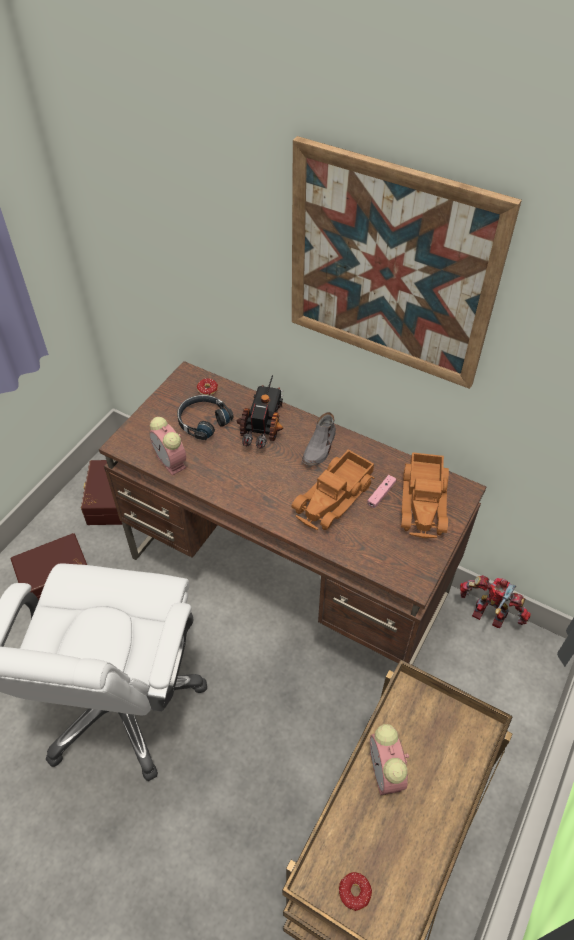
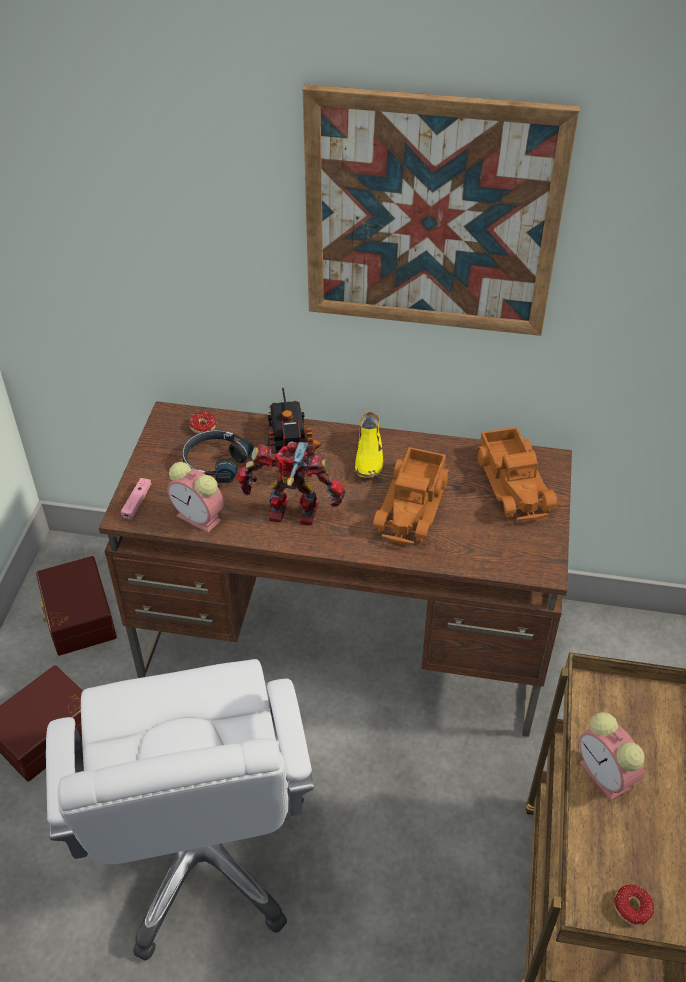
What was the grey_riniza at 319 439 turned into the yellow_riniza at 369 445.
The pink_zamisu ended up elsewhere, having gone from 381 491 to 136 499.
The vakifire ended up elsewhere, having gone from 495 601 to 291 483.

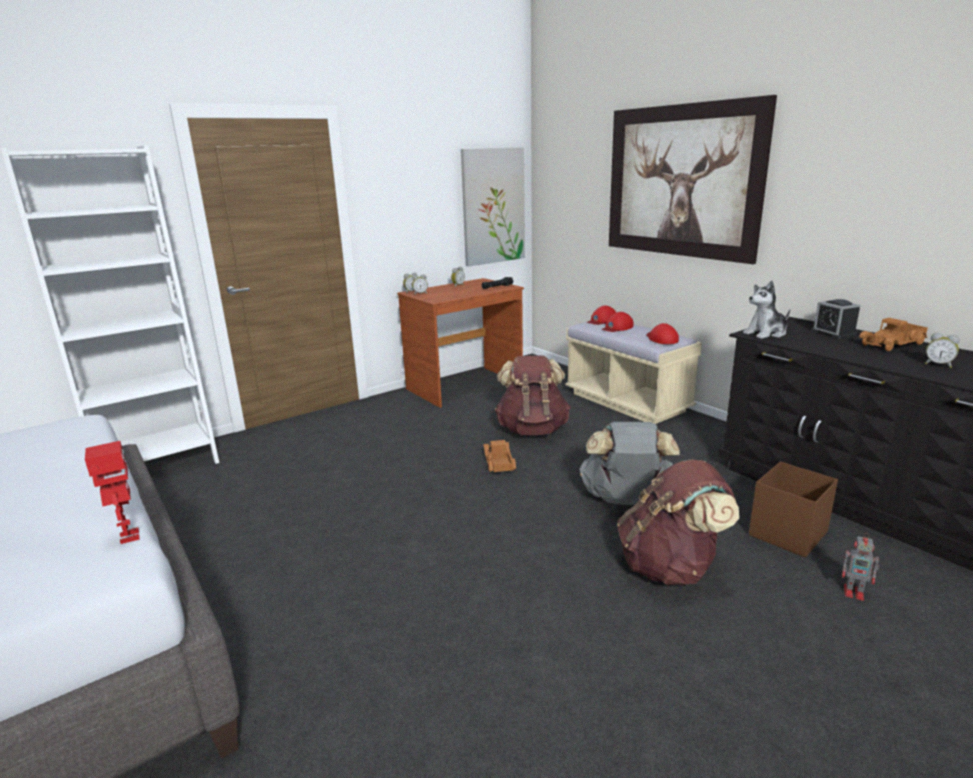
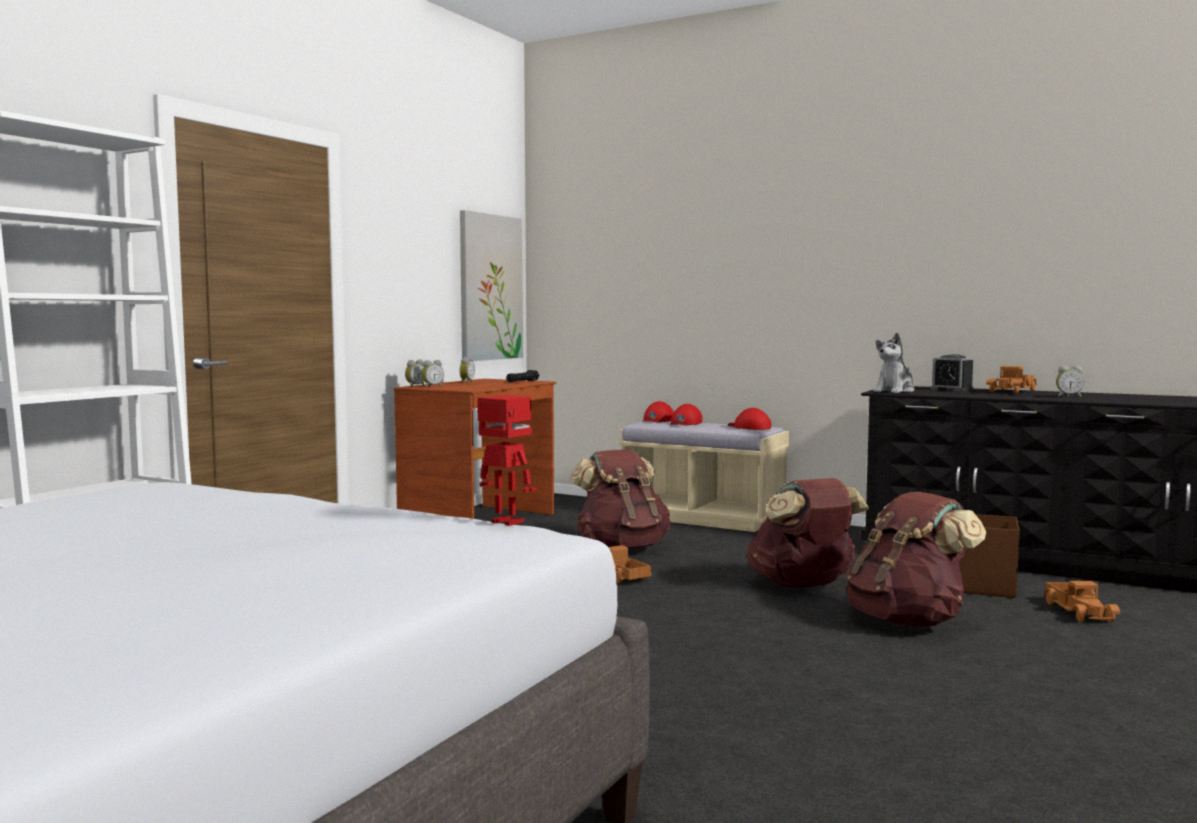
The second view lost the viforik at 693 179.
What was the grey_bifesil at 629 463 turned into the brown_bifesil at 808 533.
Where the vakifire stood at 860 567, the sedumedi came to stand at 1081 601.

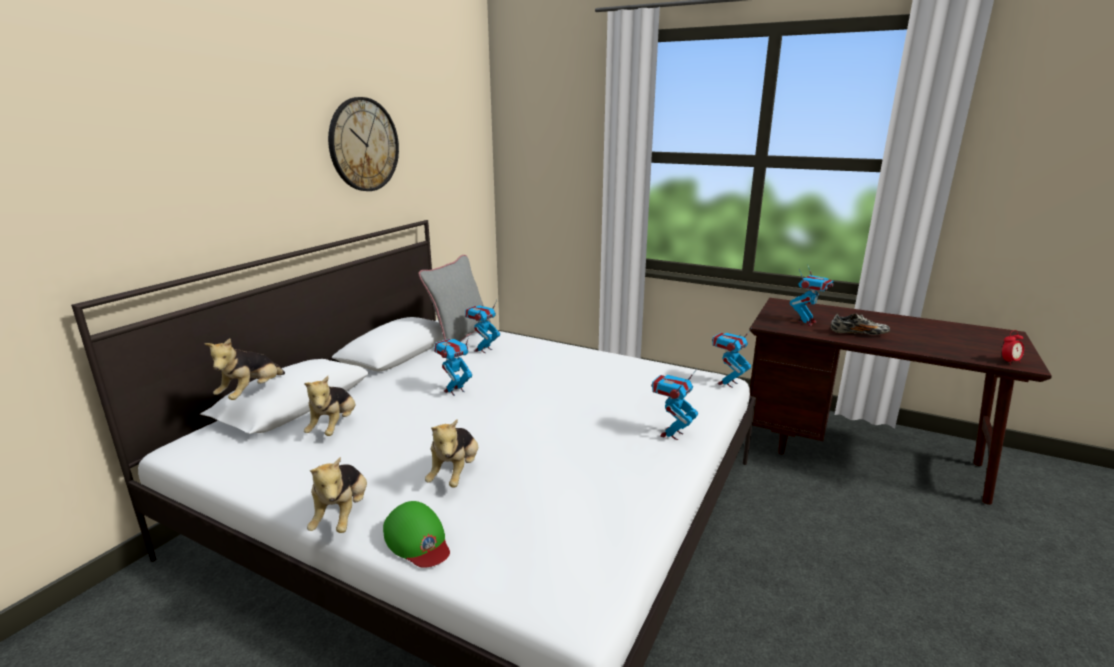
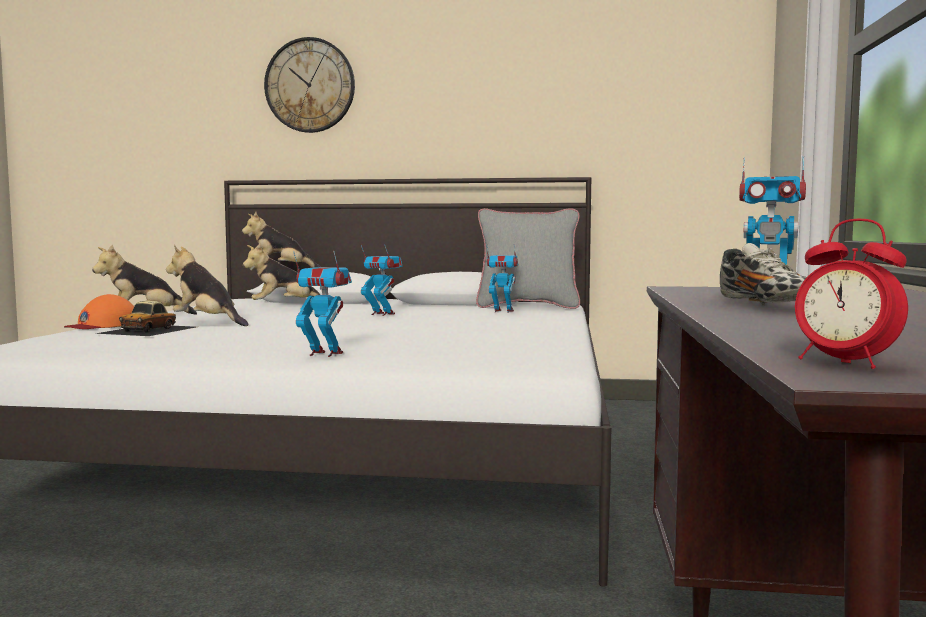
The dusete ended up elsewhere, having gone from 363 144 to 309 85.
The second view lost the vakifire at 732 358.
The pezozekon at 451 453 ended up facing another way, 45 degrees clockwise from before.
What was the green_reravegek at 416 534 turned into the orange_reravegek at 99 311.
The second view gained the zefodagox at 145 318.

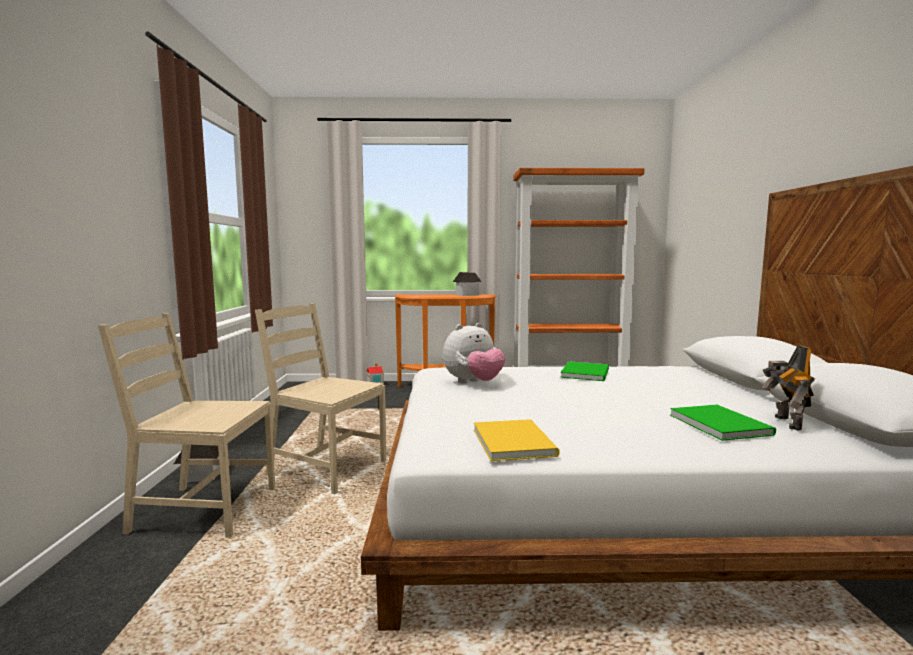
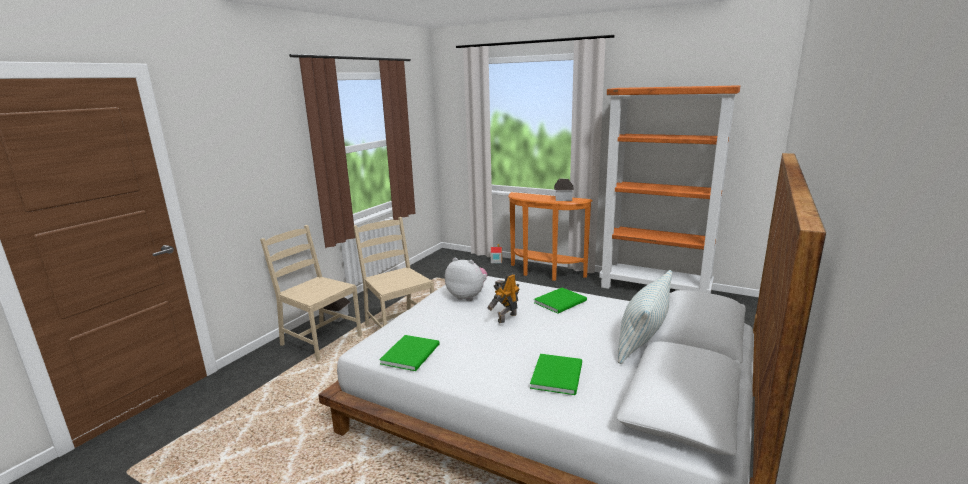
The pezozekon at 474 353 ended up facing another way, 150 degrees counterclockwise from before.
The vakifire ended up elsewhere, having gone from 788 388 to 504 298.
What was the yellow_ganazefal at 516 440 turned into the green_ganazefal at 409 353.
The second view gained the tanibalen at 645 317.

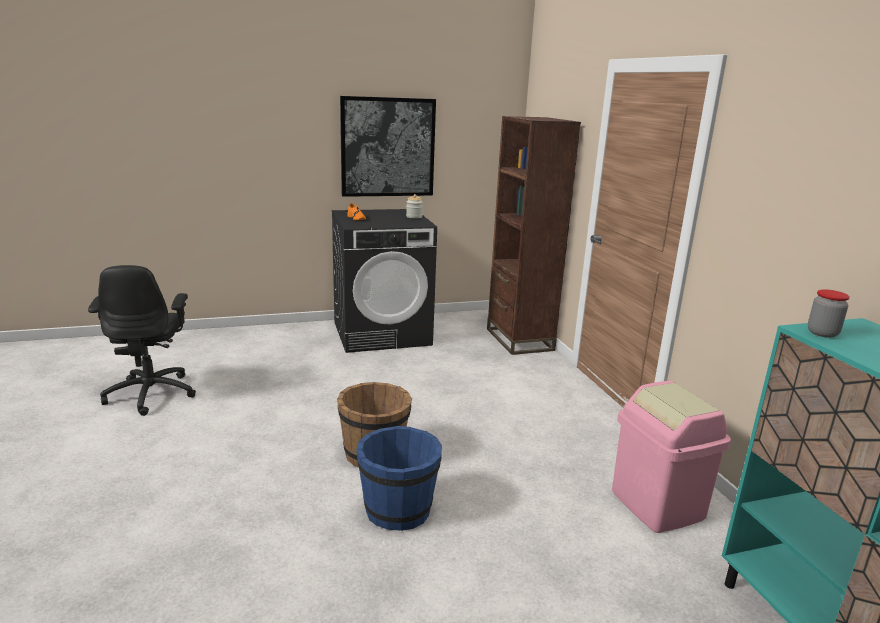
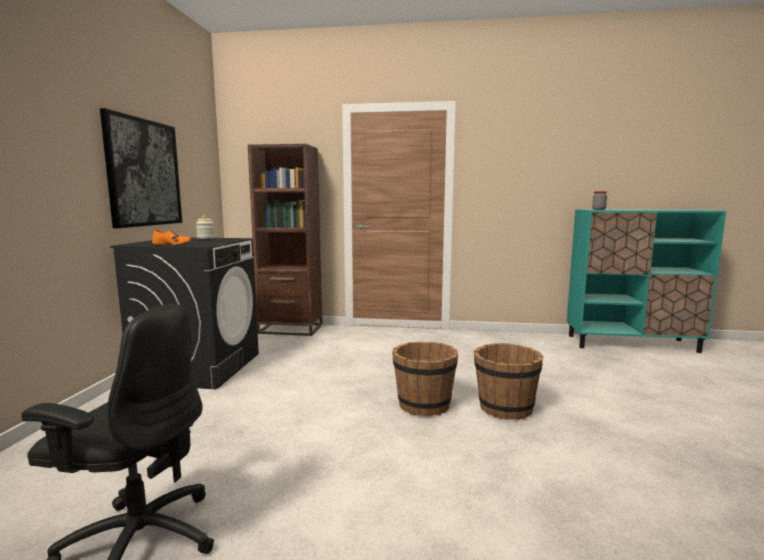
The second view lost the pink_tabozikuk at 671 457.
What was the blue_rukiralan at 399 478 turned into the brown_rukiralan at 508 381.

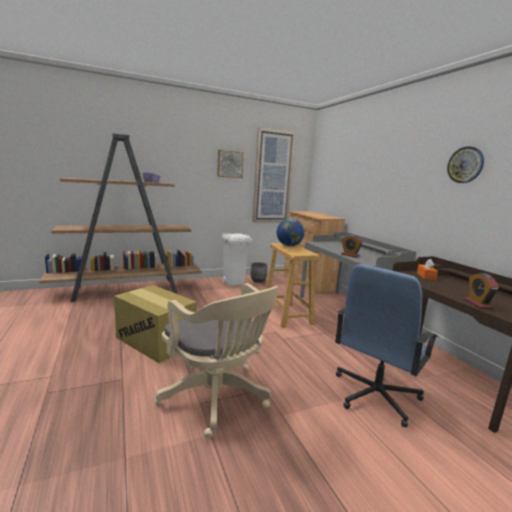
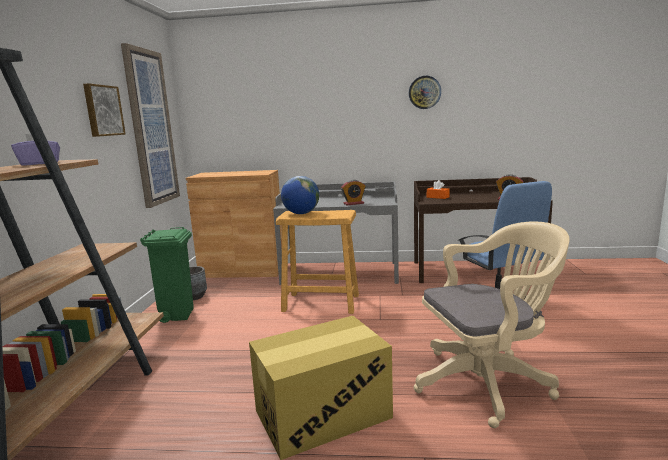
What was the white_tabozikuk at 236 259 turned into the green_tabozikuk at 167 275.

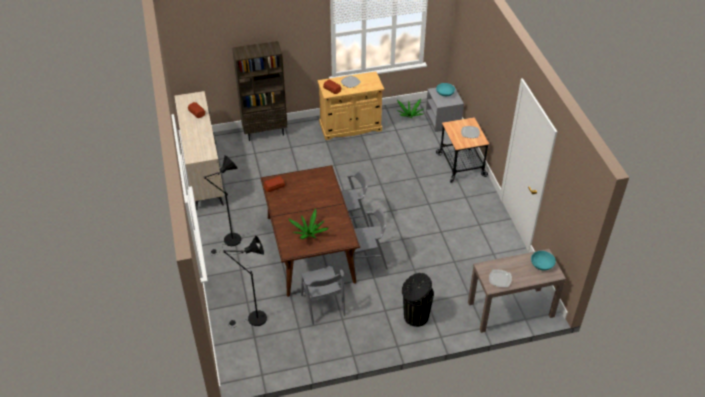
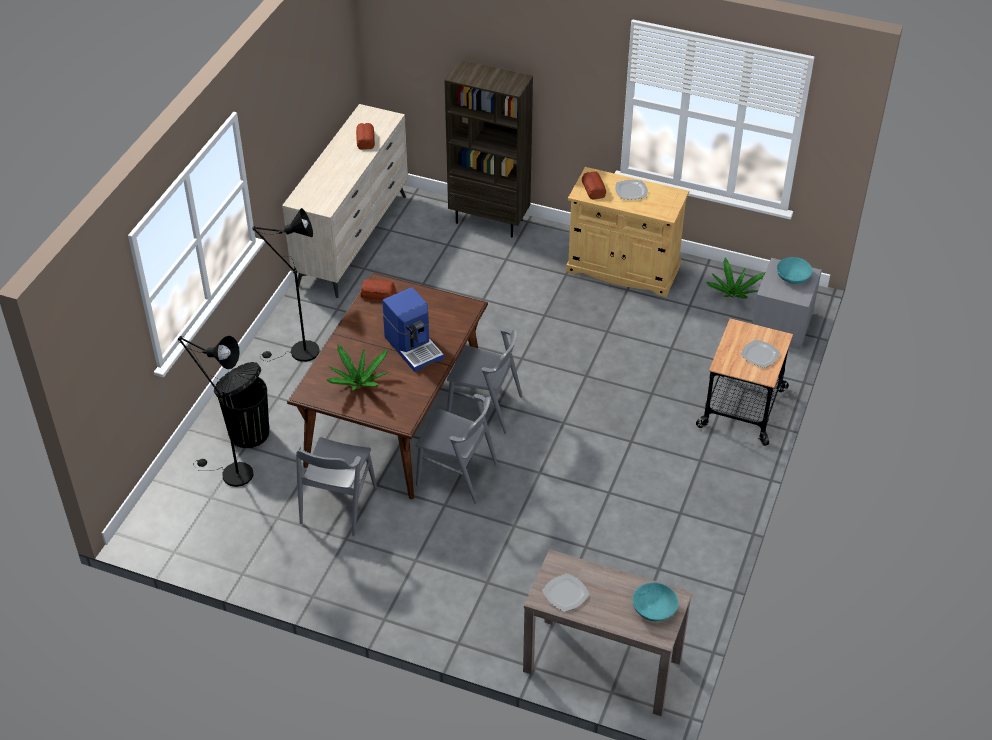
The black_tabozikuk ended up elsewhere, having gone from 418 300 to 241 405.
The second view gained the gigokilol at 413 329.

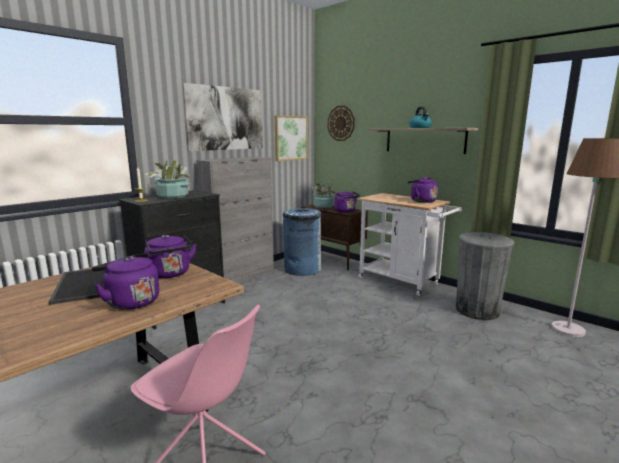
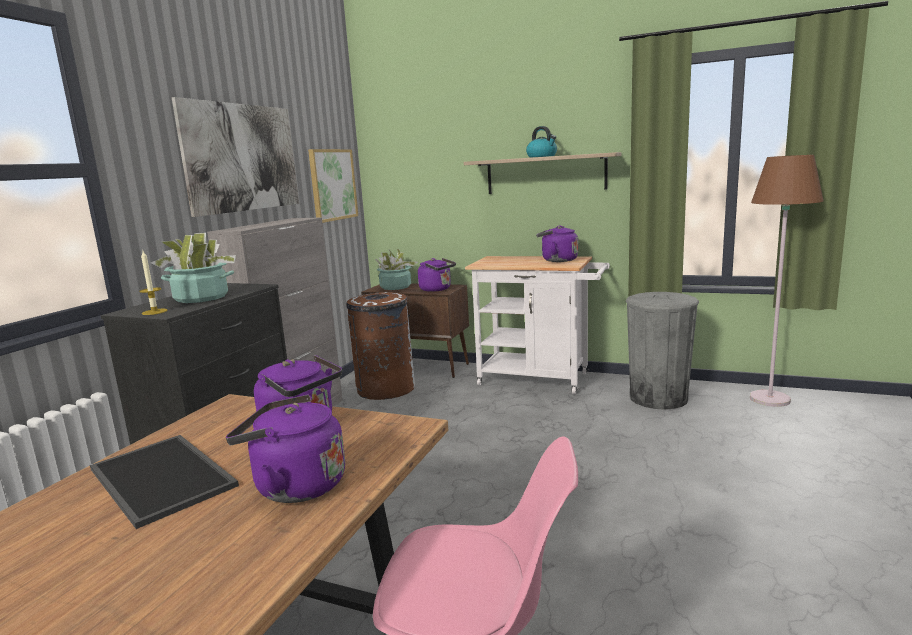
The second view lost the dusete at 341 123.
What was the blue_tabozikuk at 302 242 turned into the brown_tabozikuk at 380 346.

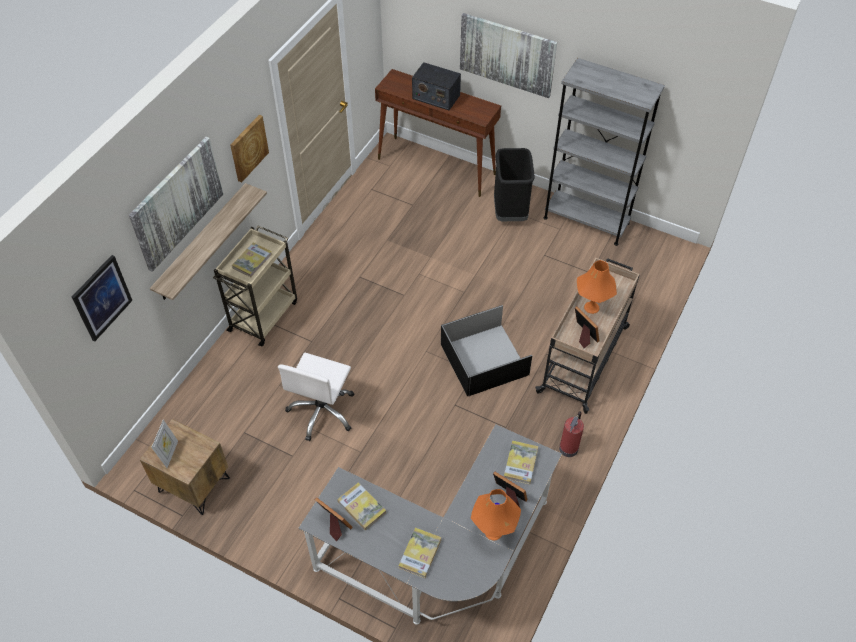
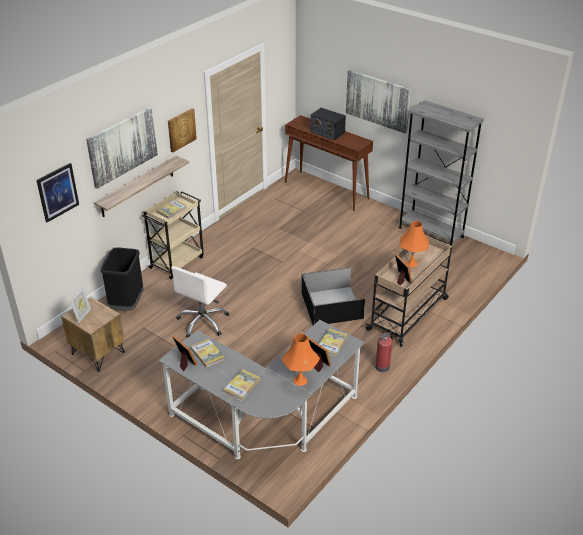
The black_tabozikuk ended up elsewhere, having gone from 514 184 to 122 279.

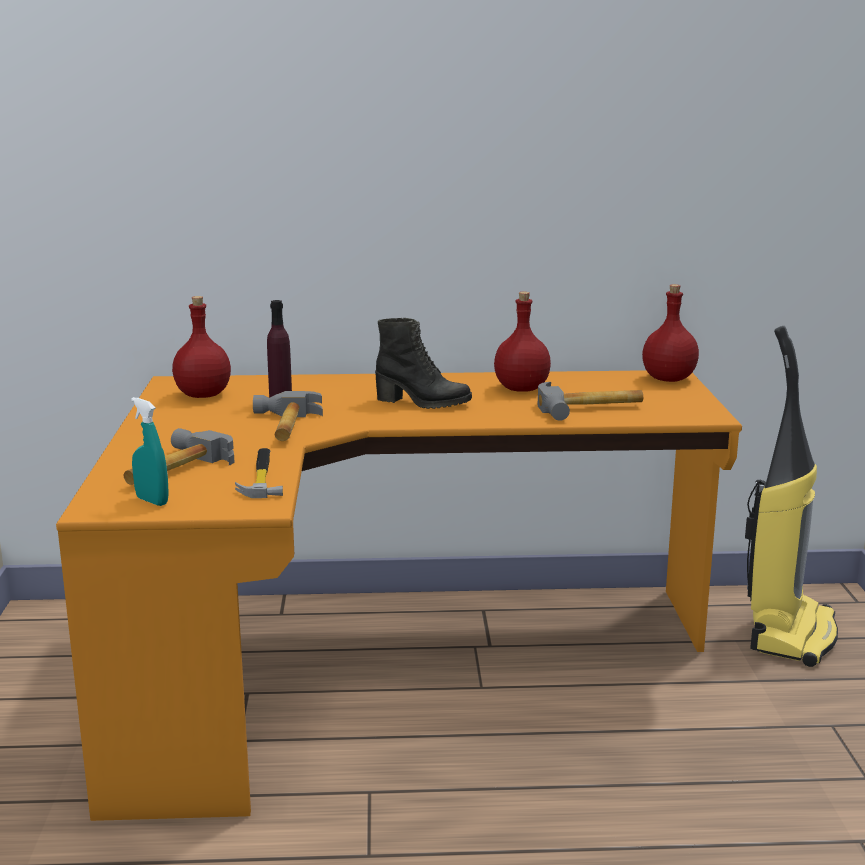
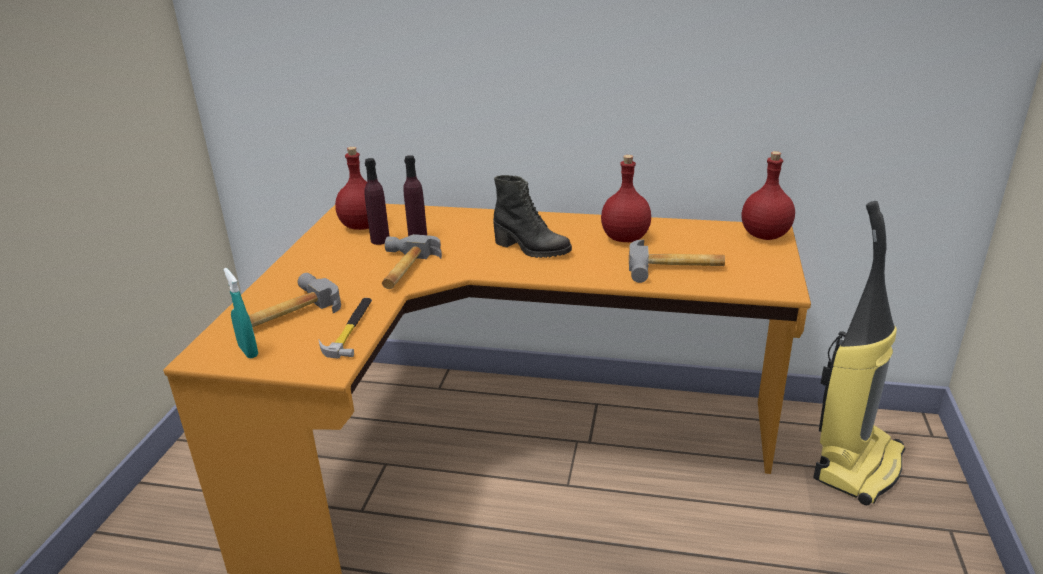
The second view gained the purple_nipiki at 376 201.

